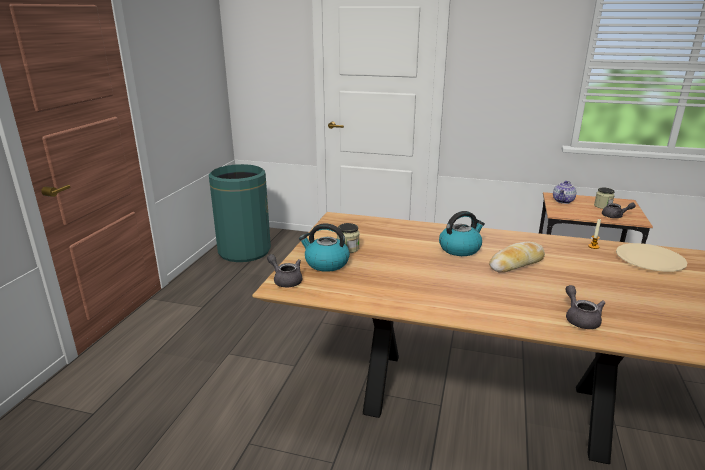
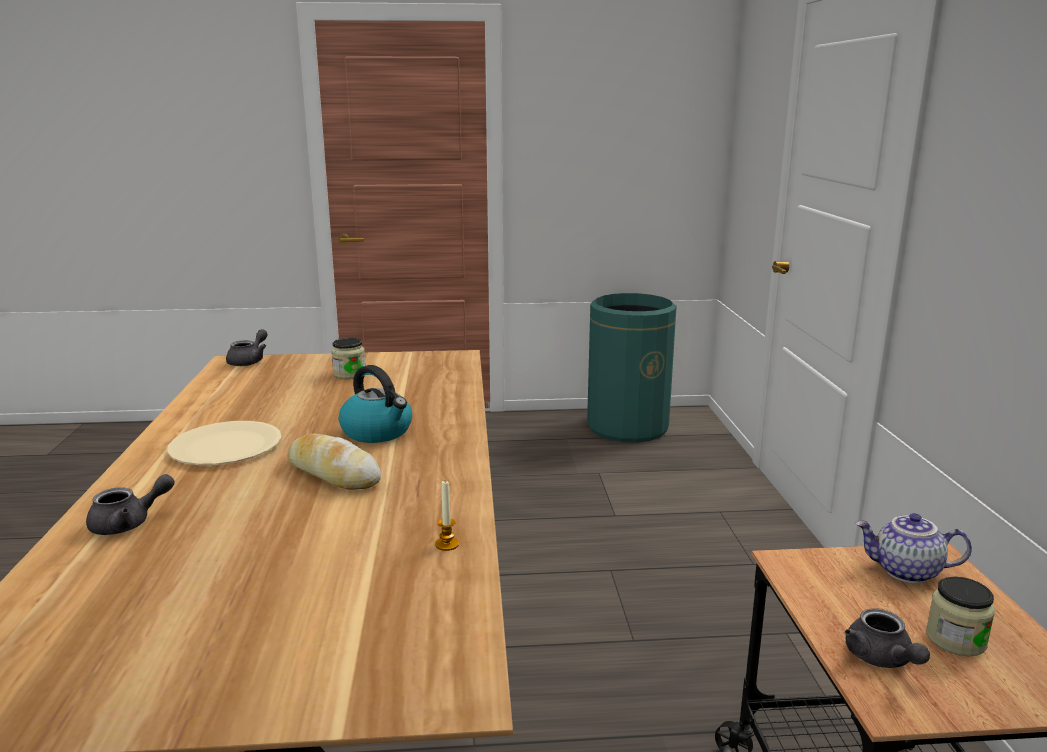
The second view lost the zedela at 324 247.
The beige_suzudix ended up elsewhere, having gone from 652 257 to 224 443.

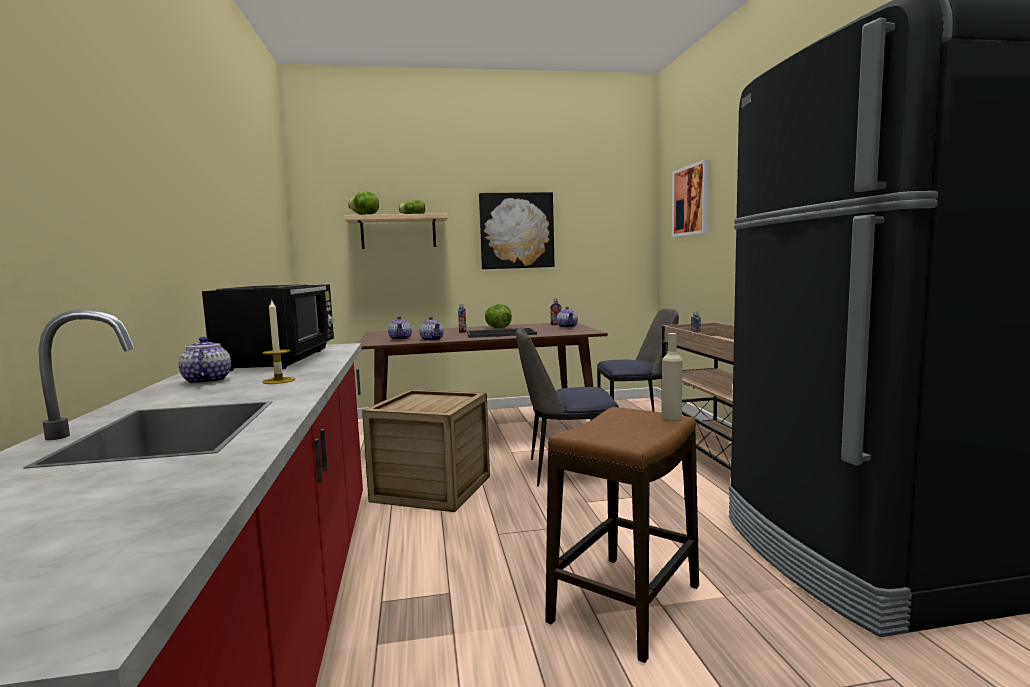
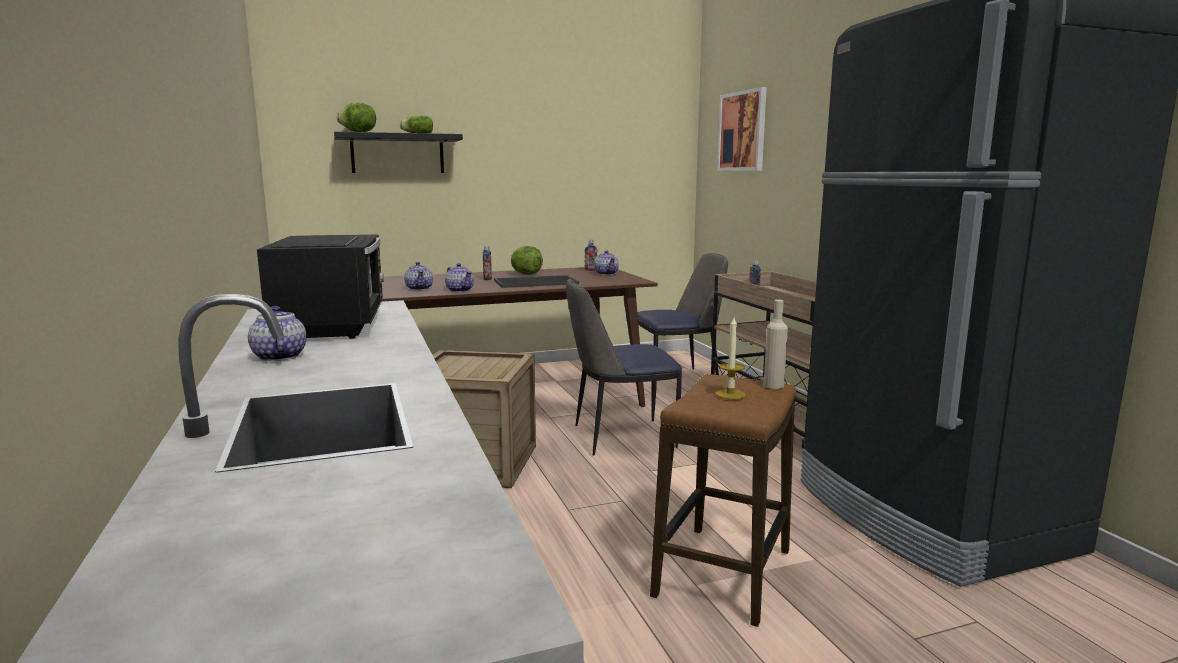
The second view lost the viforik at 517 230.
What was the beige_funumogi at 396 231 turned into the black_funumogi at 398 152.
The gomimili ended up elsewhere, having gone from 278 341 to 730 358.

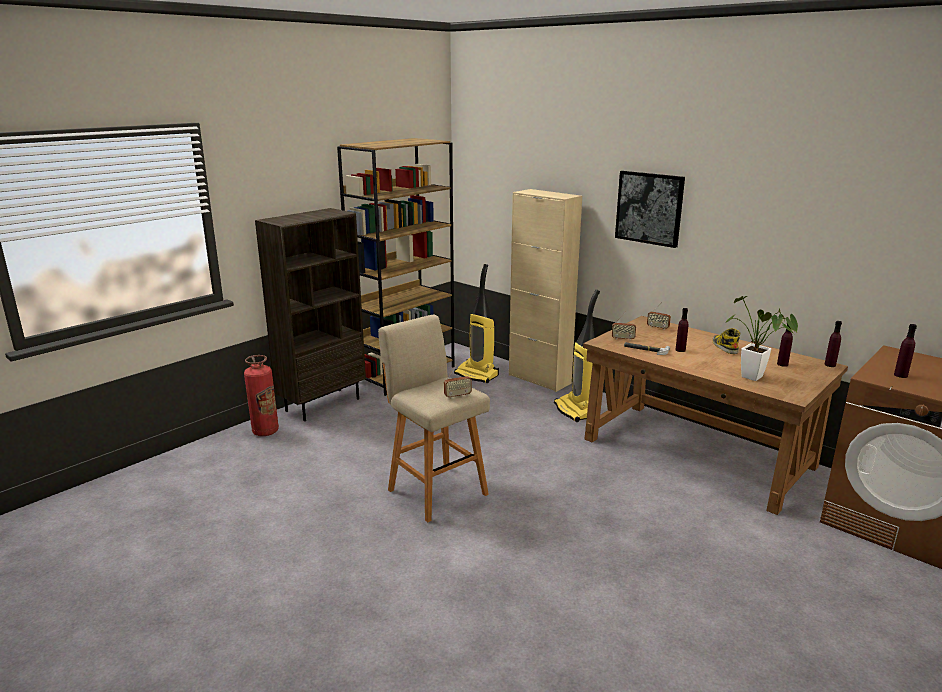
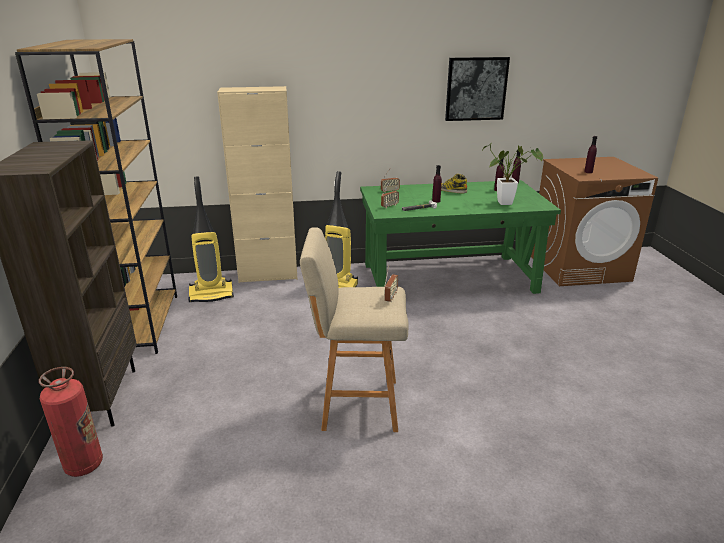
The viforik ended up elsewhere, having gone from 650 209 to 477 89.
What was the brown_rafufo at 715 415 turned into the green_rafufo at 460 237.

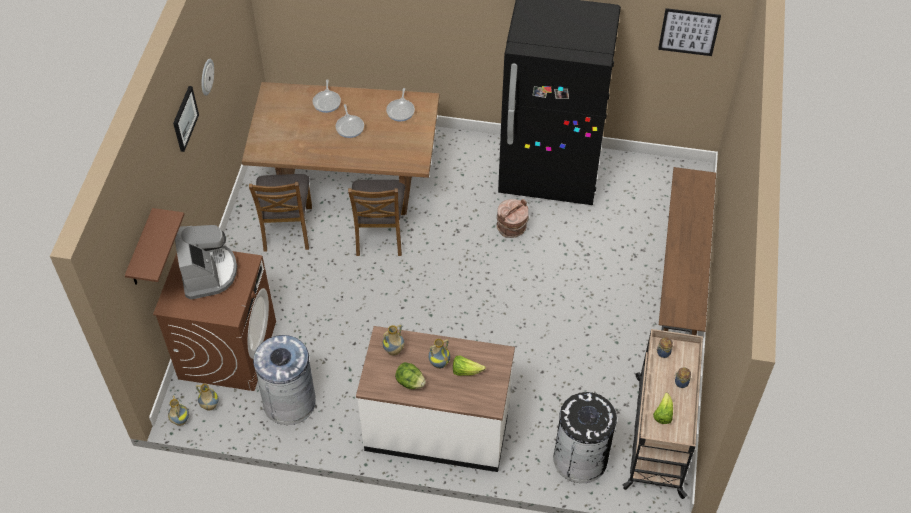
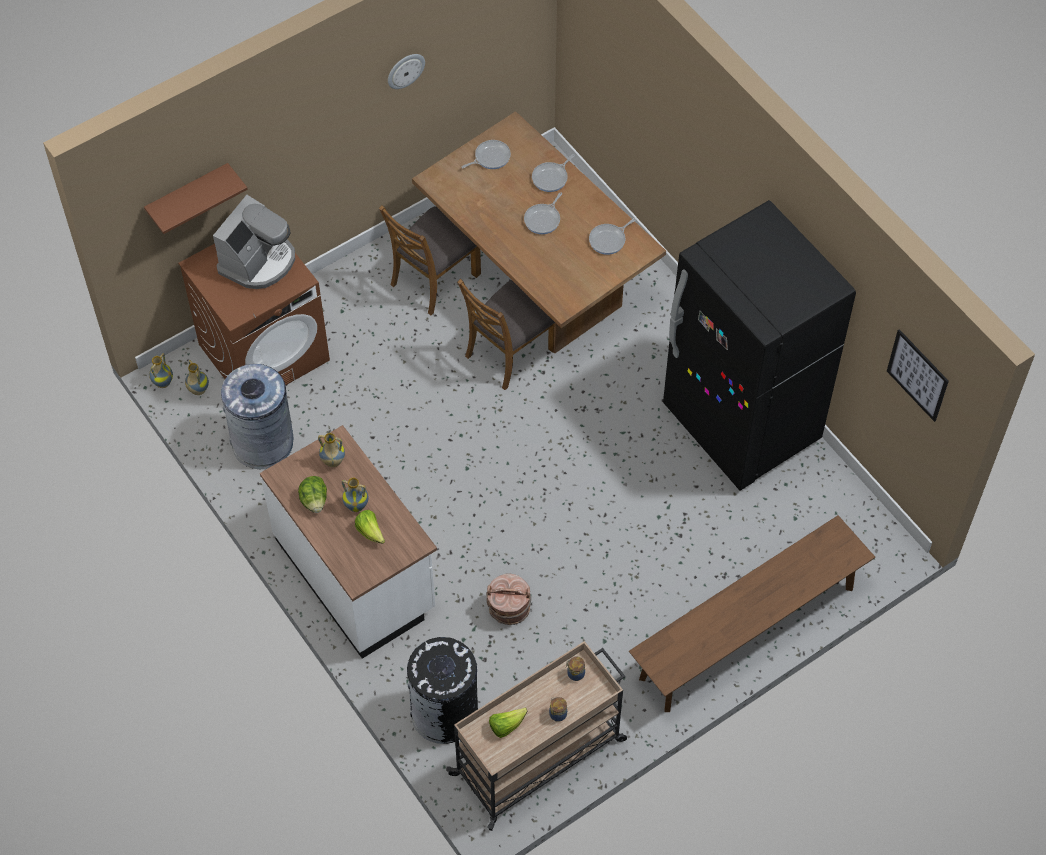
The second view lost the viforik at 186 119.
The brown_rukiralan ended up elsewhere, having gone from 513 218 to 508 599.
The second view gained the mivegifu at 486 154.

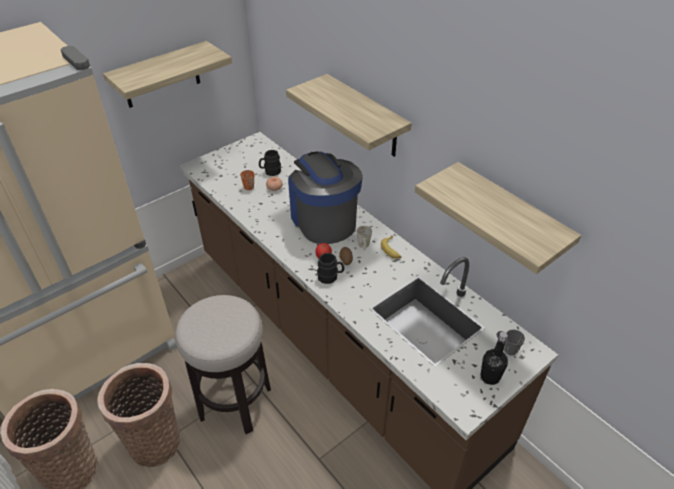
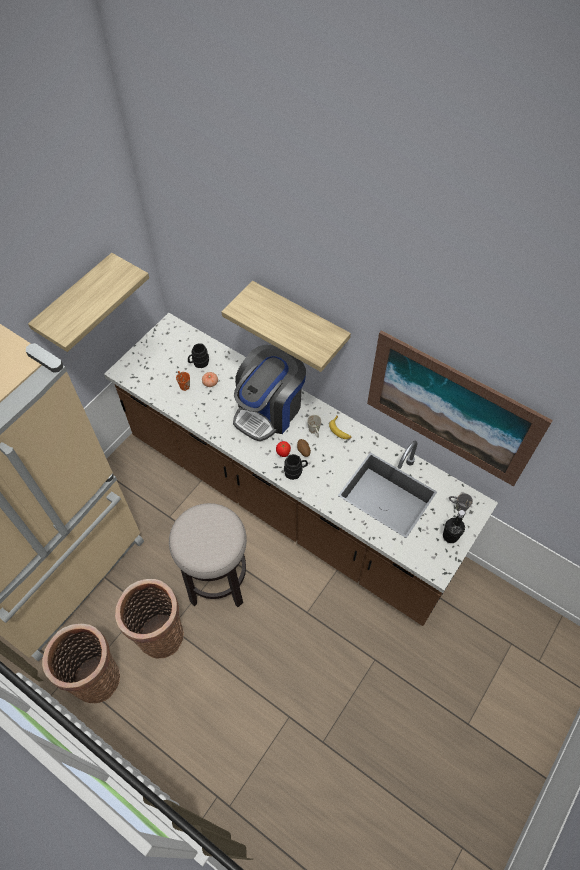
The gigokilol at 325 197 ended up facing another way, 105 degrees counterclockwise from before.
Where the funumogi hung at 498 218, the viforik came to hang at 460 408.

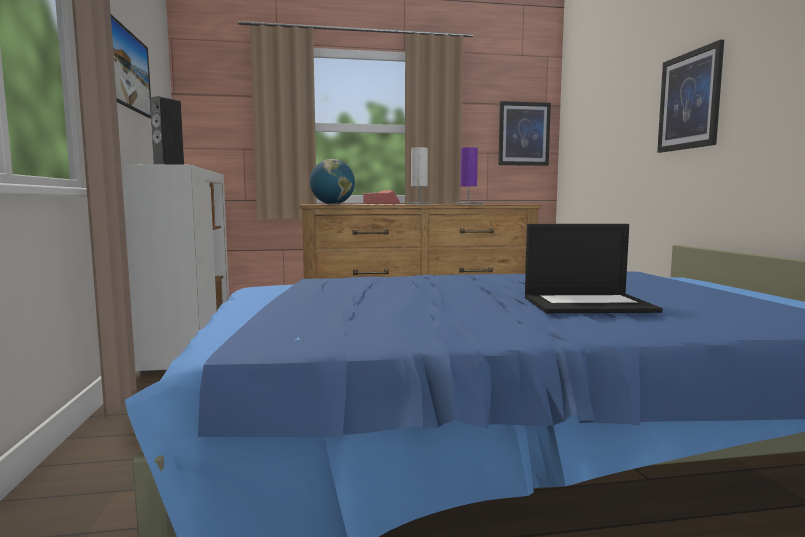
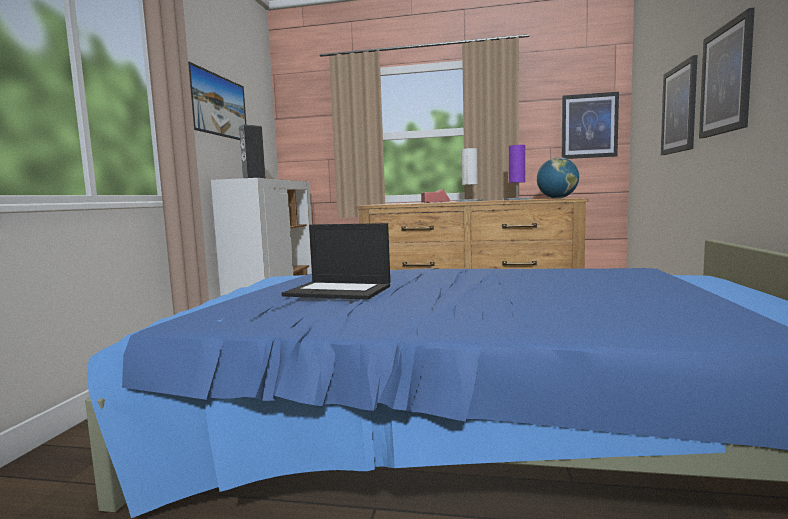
The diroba ended up elsewhere, having gone from 332 182 to 558 177.
The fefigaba ended up elsewhere, having gone from 594 268 to 336 261.
The second view gained the viforik at 679 105.

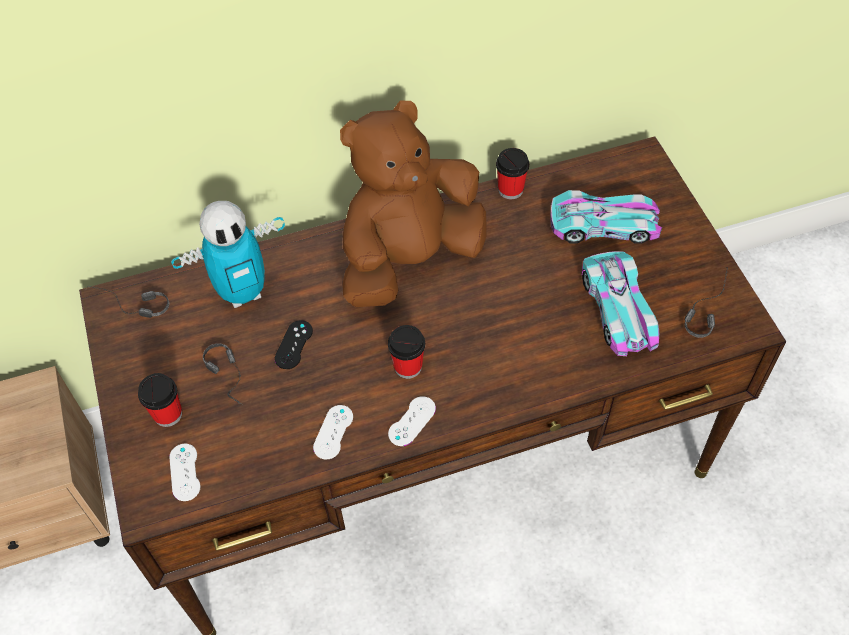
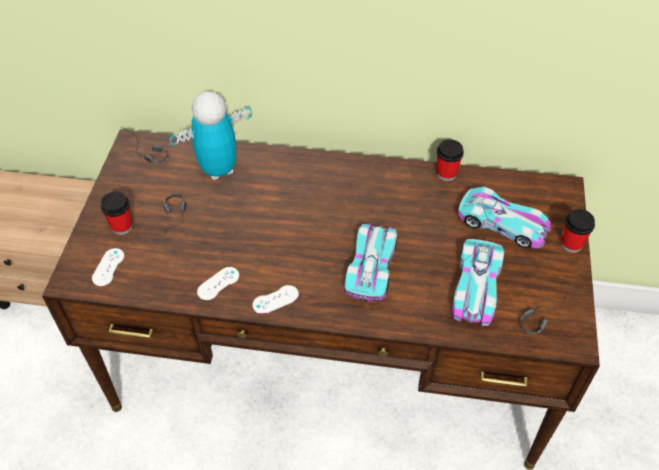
The second view lost the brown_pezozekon at 413 204.
The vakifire at 228 254 ended up facing another way, 150 degrees clockwise from before.
The second view lost the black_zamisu at 294 344.
The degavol ended up elsewhere, having gone from 406 352 to 578 231.
The second view gained the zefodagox at 371 262.

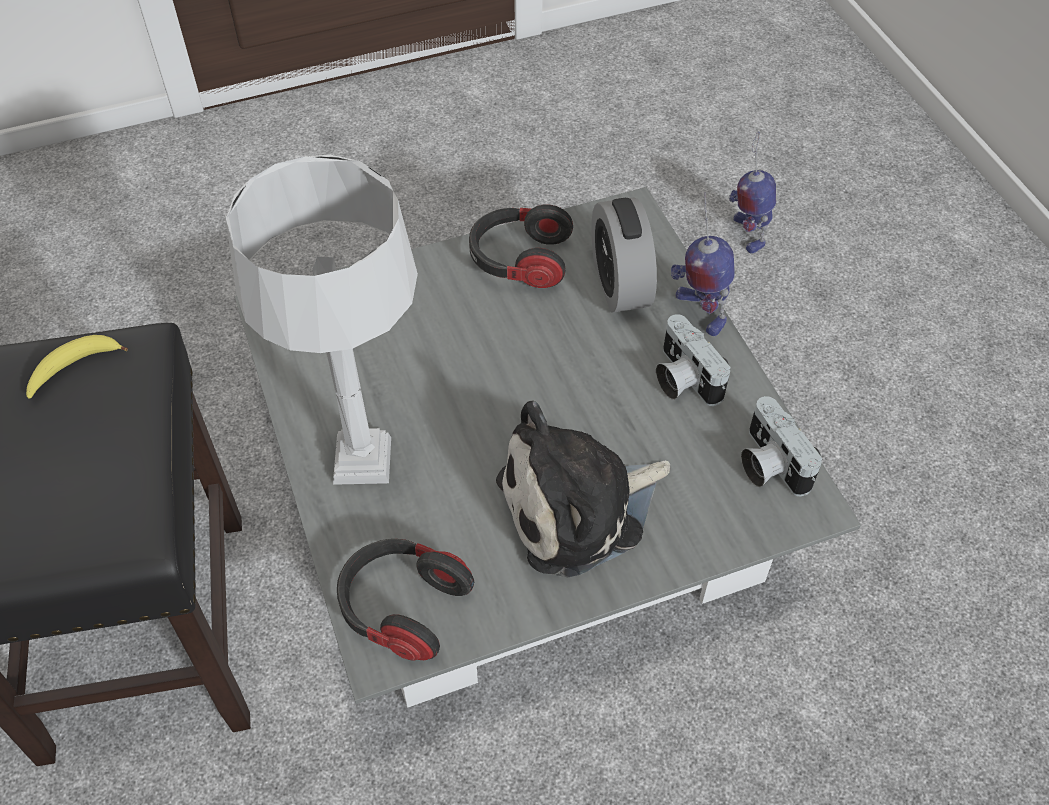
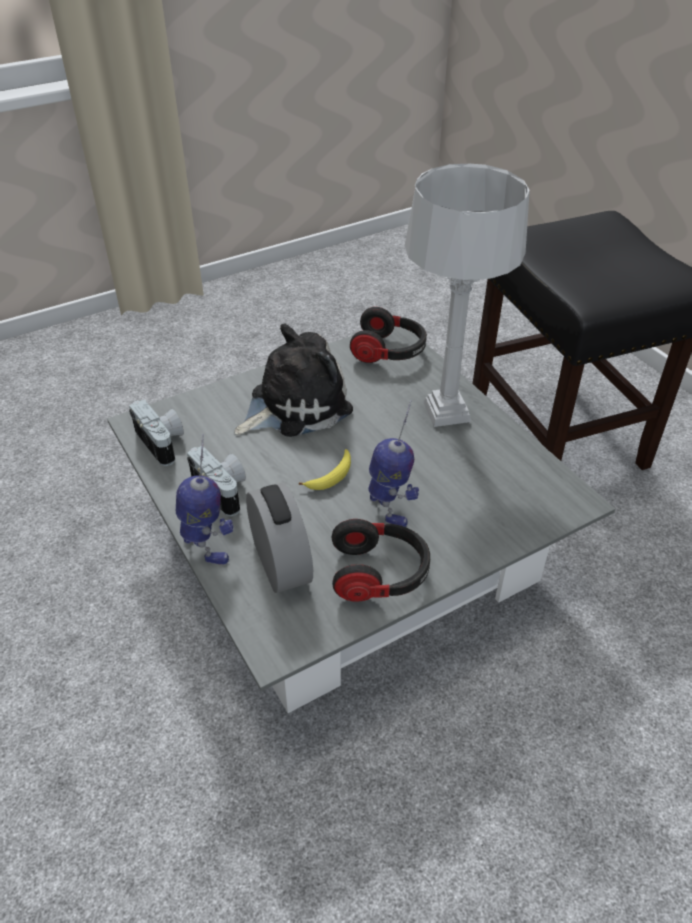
The vakifire ended up elsewhere, having gone from 752 192 to 393 463.
The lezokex ended up elsewhere, having gone from 77 367 to 325 469.

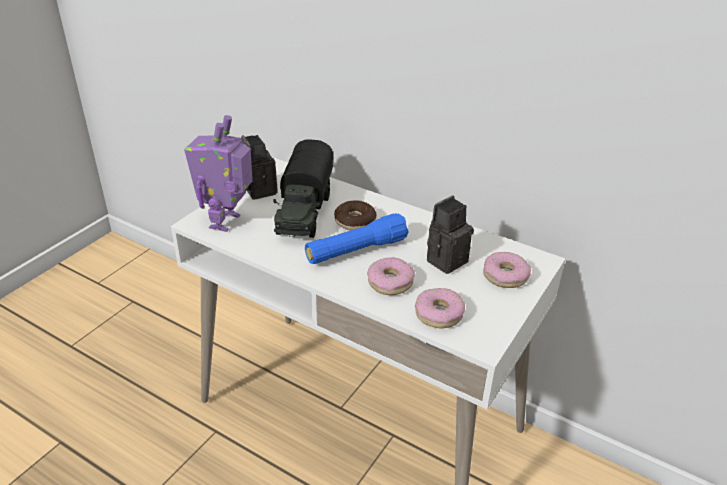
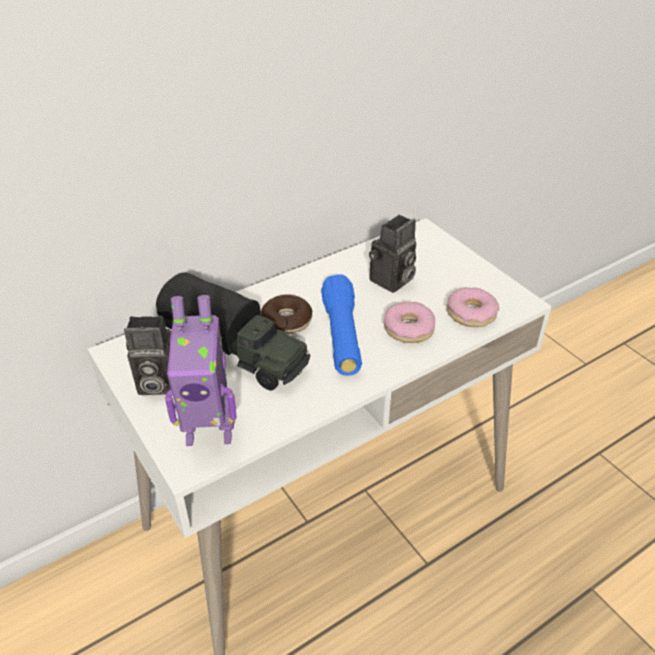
The vakifire at 218 173 ended up facing another way, 45 degrees counterclockwise from before.
The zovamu at 450 234 ended up facing another way, 120 degrees counterclockwise from before.
The second view lost the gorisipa at 507 270.

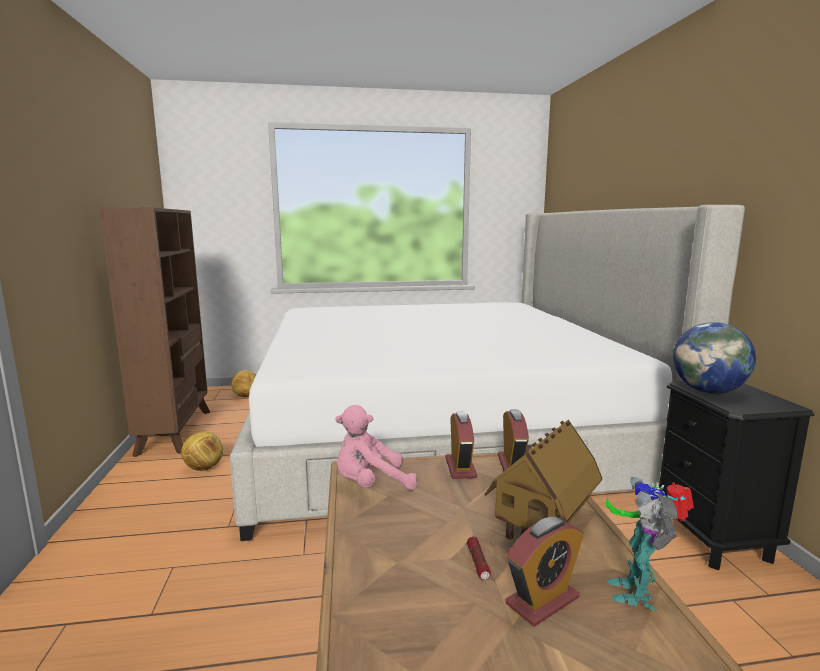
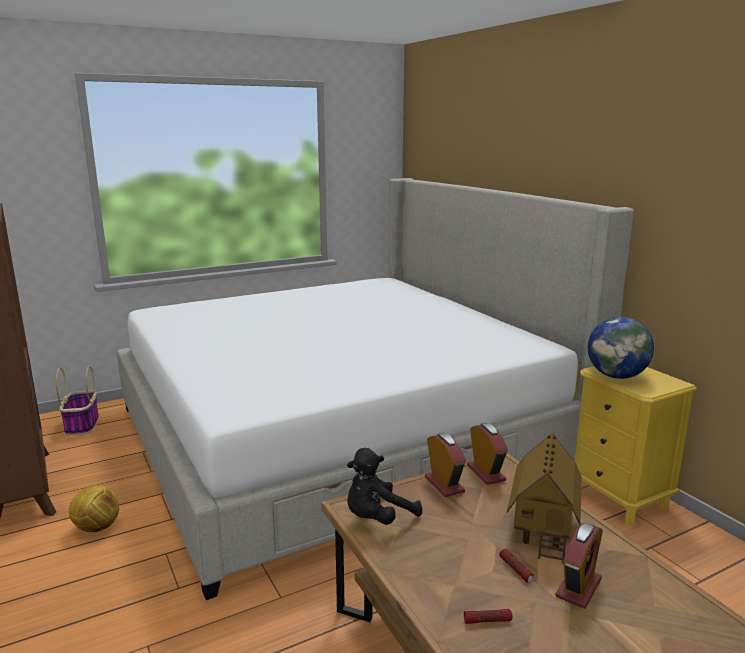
Where the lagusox stood at 243 383, the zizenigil came to stand at 77 400.
What was the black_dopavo at 736 475 turned into the yellow_dopavo at 636 445.
What was the pink_pezozekon at 376 447 turned into the black_pezozekon at 384 486.
The second view lost the vakifire at 650 543.
The second view gained the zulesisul at 488 616.

